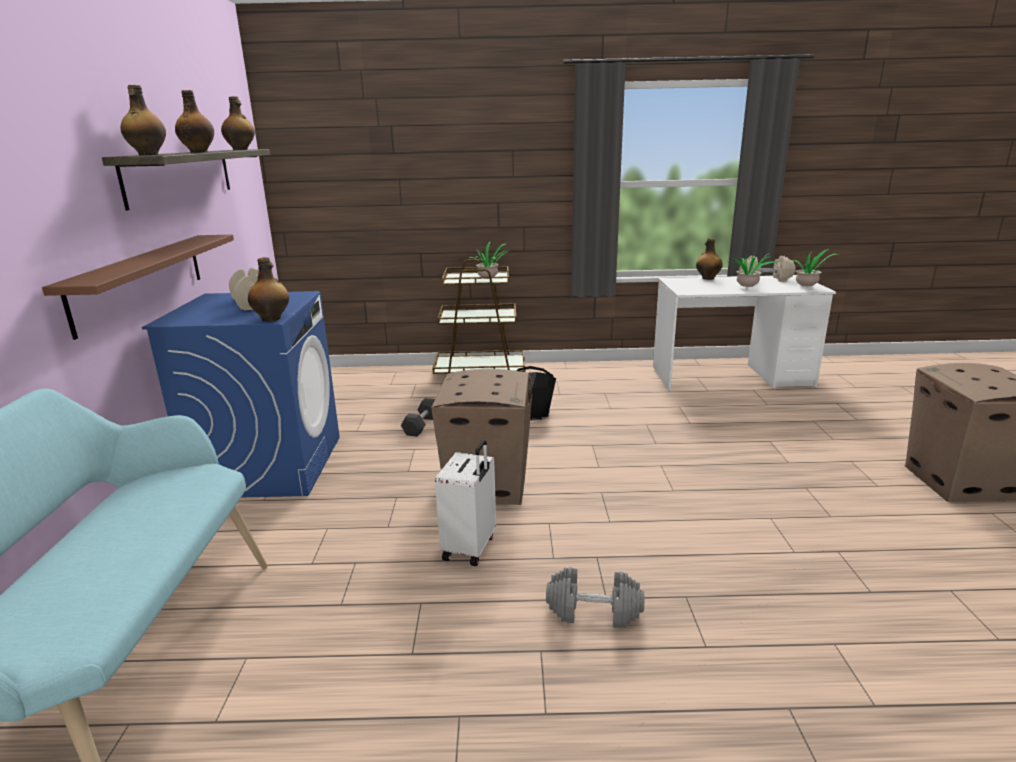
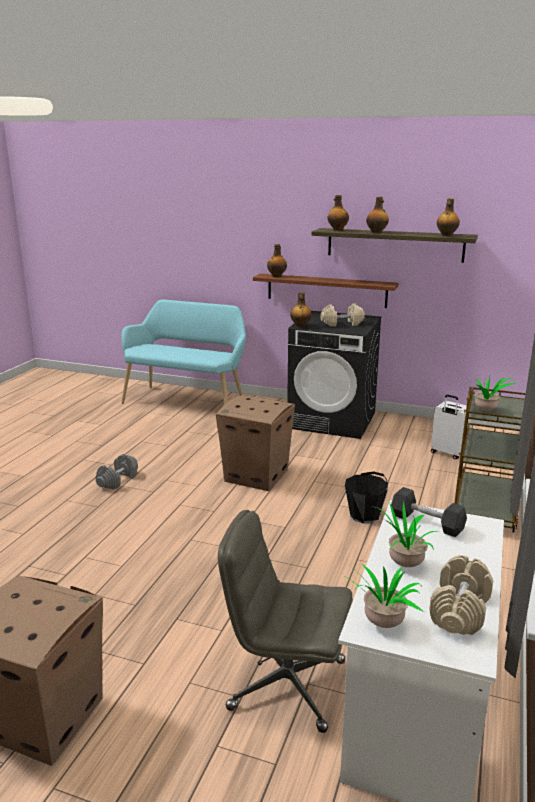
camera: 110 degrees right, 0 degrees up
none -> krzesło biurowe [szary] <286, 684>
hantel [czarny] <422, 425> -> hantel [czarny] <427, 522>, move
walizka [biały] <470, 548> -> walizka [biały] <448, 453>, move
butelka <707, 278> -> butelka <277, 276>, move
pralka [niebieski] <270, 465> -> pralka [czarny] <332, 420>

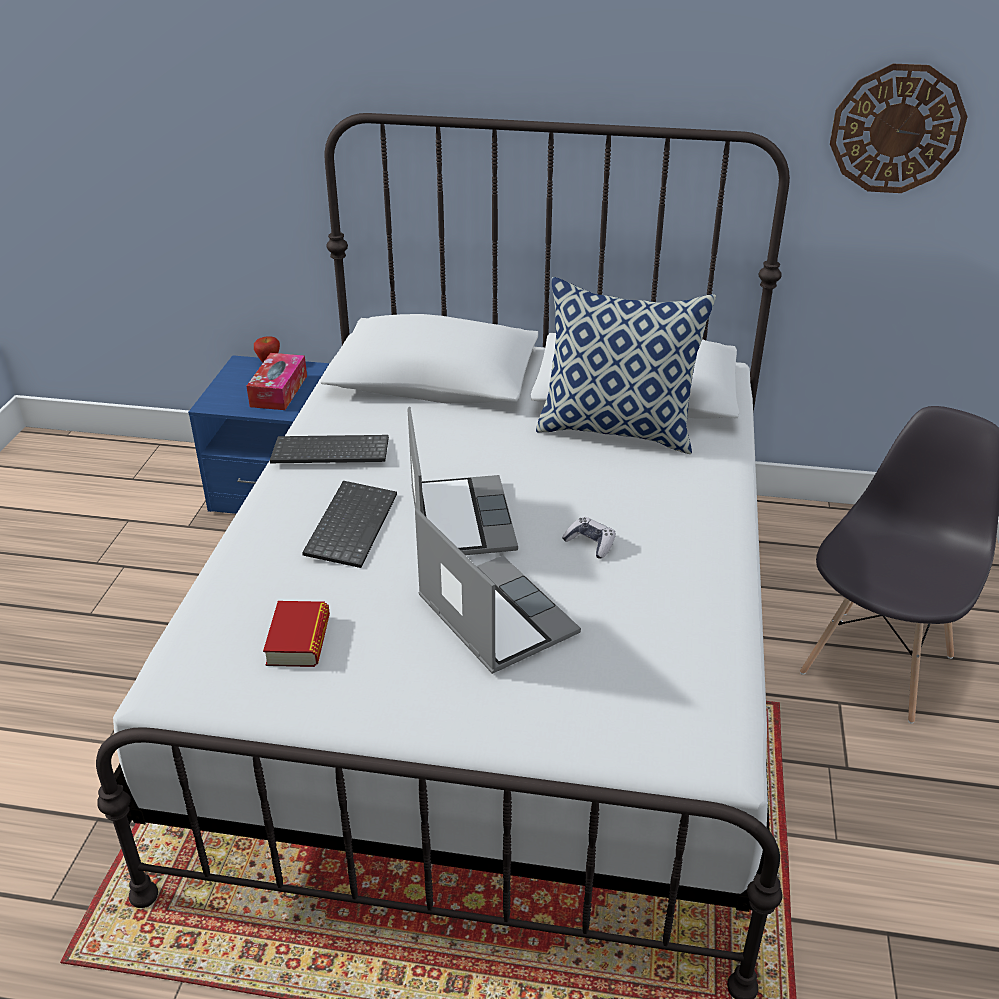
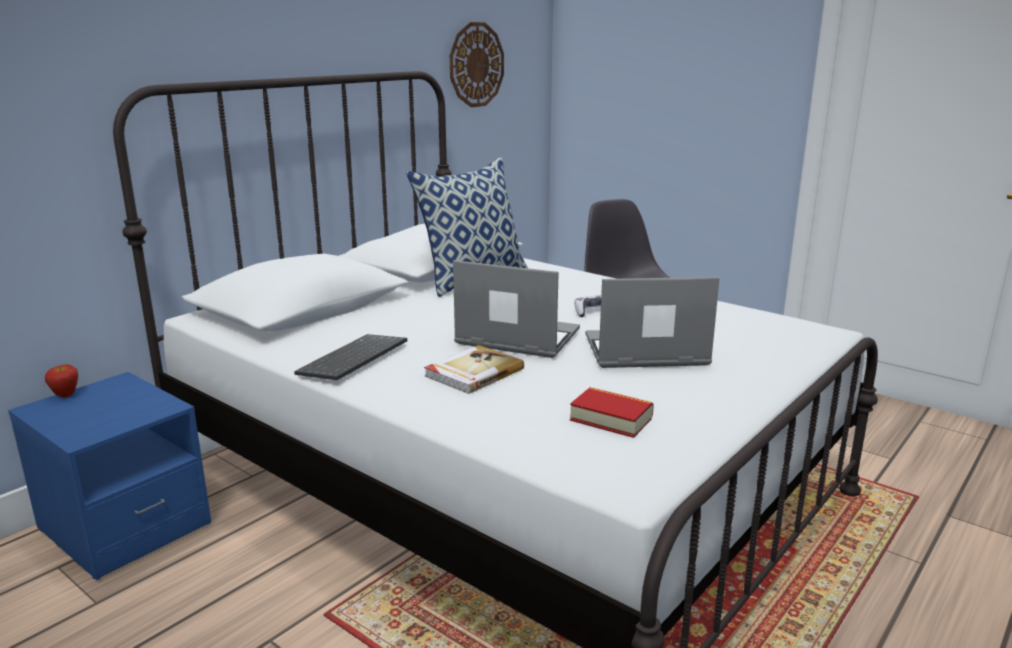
camera: 60 degrees left, 15 degrees down
pudełko chusteczek <279, 391> -> none
klawiatura <350, 524> -> książka <473, 372>

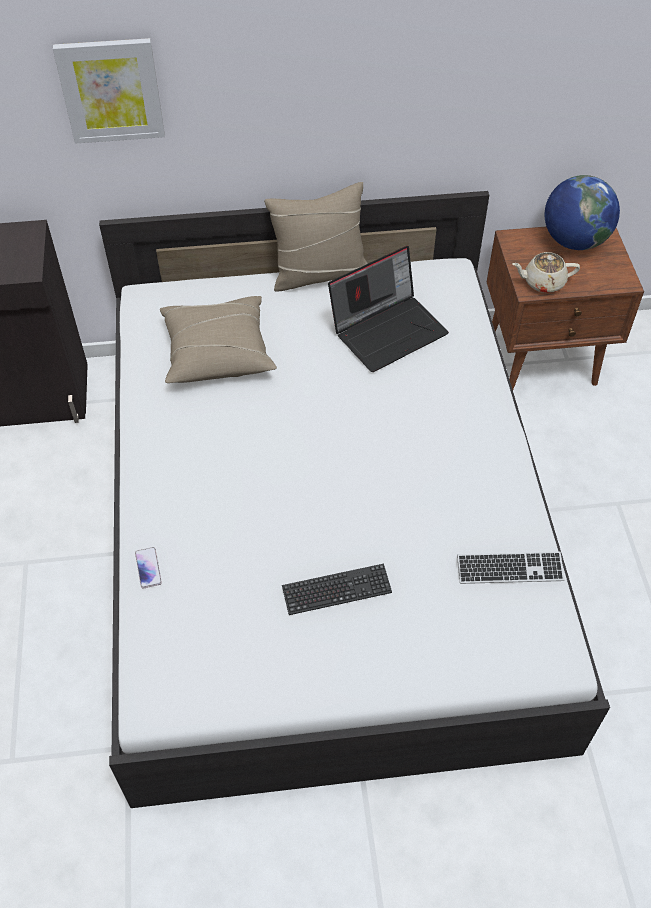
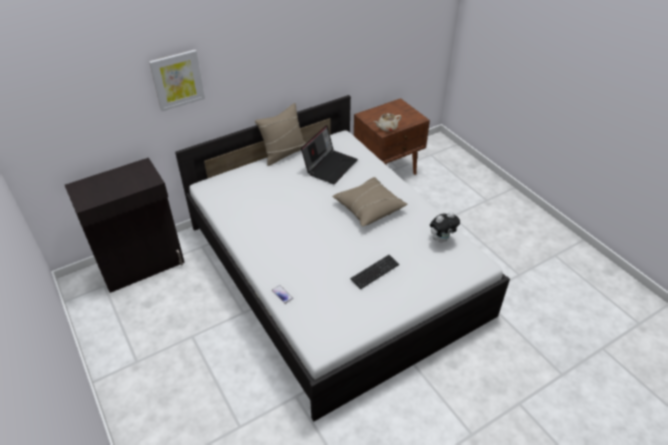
camera: 25 degrees left, 10 degrees down
globus <574, 240> -> none
poduszka [beżowy] <217, 352> -> poduszka [beżowy] <368, 208>, move
klawiatura <509, 569> -> pluszak <441, 239>

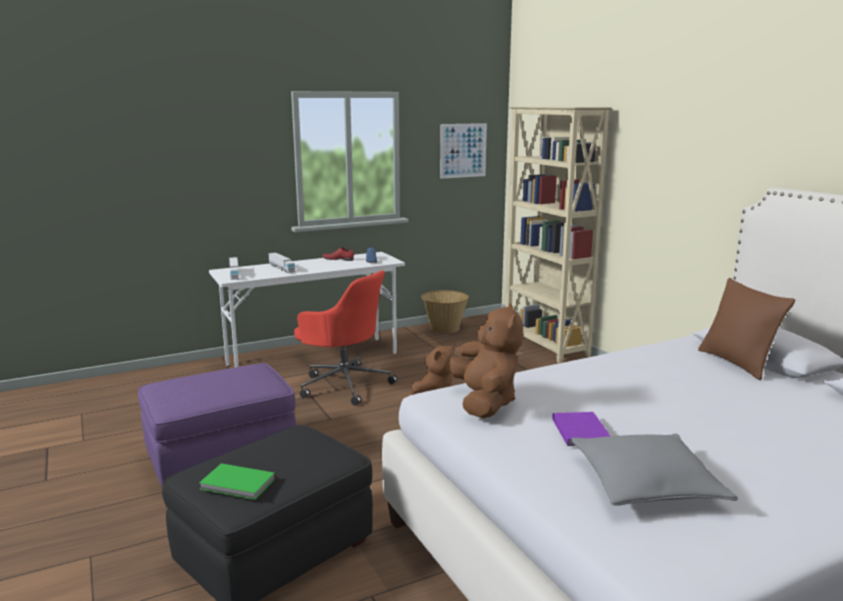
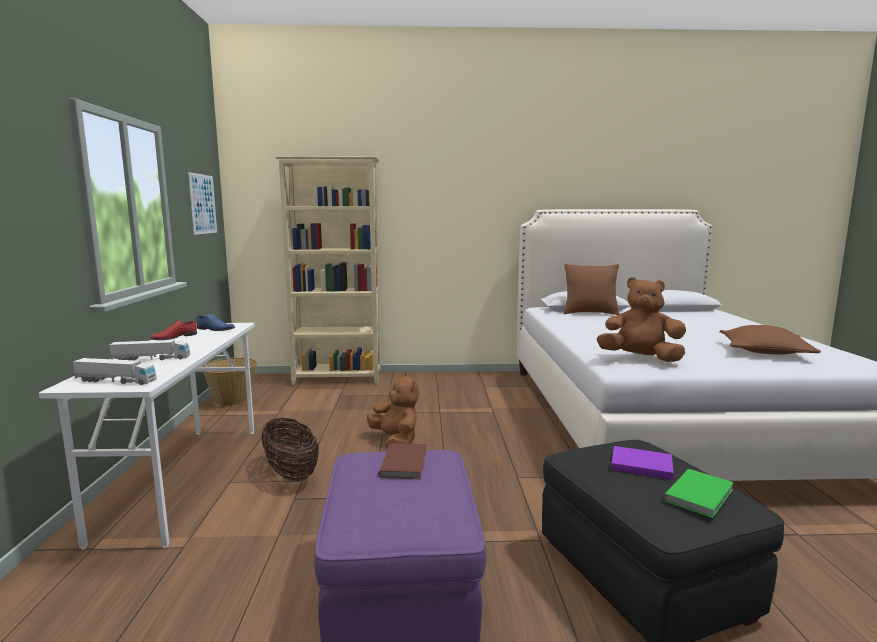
camera: 65 degrees left, 5 degrees down
none -> książka [brązowy] <405, 463>
książka [fioletowy] <581, 430> -> książka [fioletowy] <639, 464>, move
krzesło biurowe [czerwony] <344, 384> -> koszyk <291, 473>
poduszka [szary] <646, 483> -> poduszka [brązowy] <764, 352>

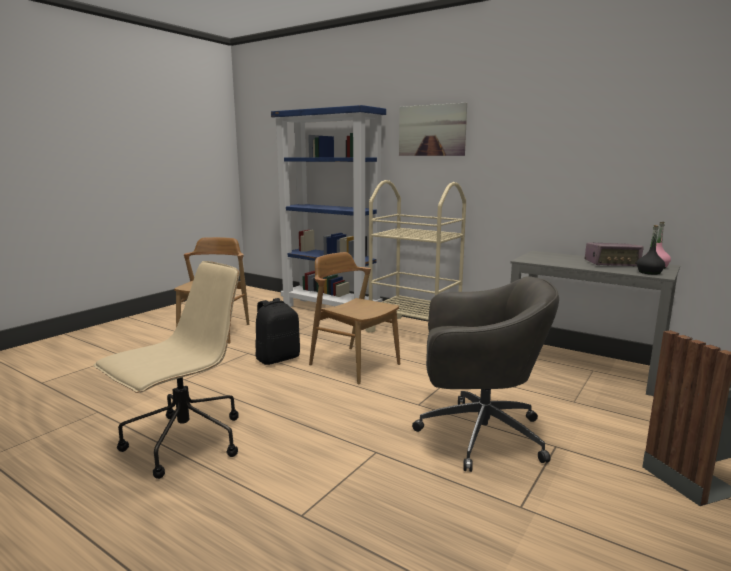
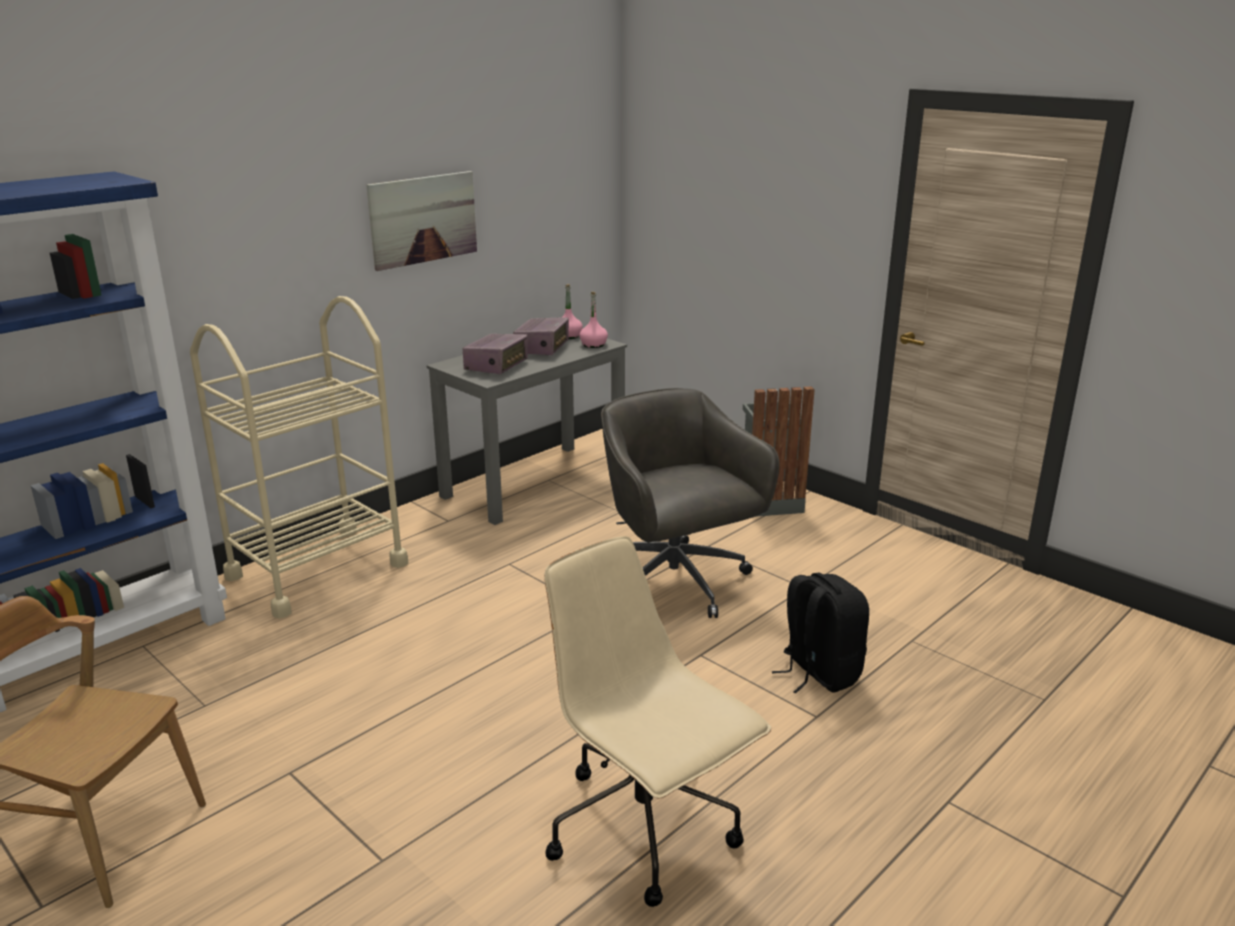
camera: 80 degrees left, 10 degrees up
krzesło [brązowy] <354, 364> -> none
none -> radio <497, 366>
plecak [czarny] <278, 358> -> plecak [czarny] <818, 672>, move
obraz <432, 130> -> obraz <423, 219>, move
butelka [czarny] <649, 272> -> butelka [różowy] <593, 345>
krzesło biurowe [szary] <477, 434> -> krzesło biurowe [szary] <676, 583>, 45 degrees counterclockwise

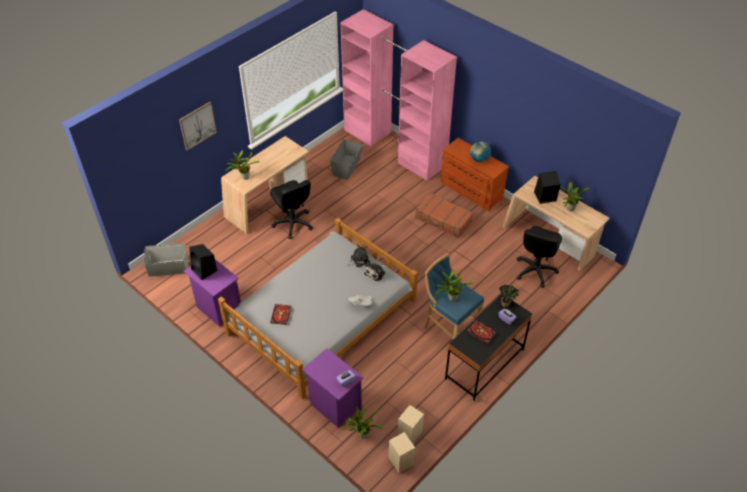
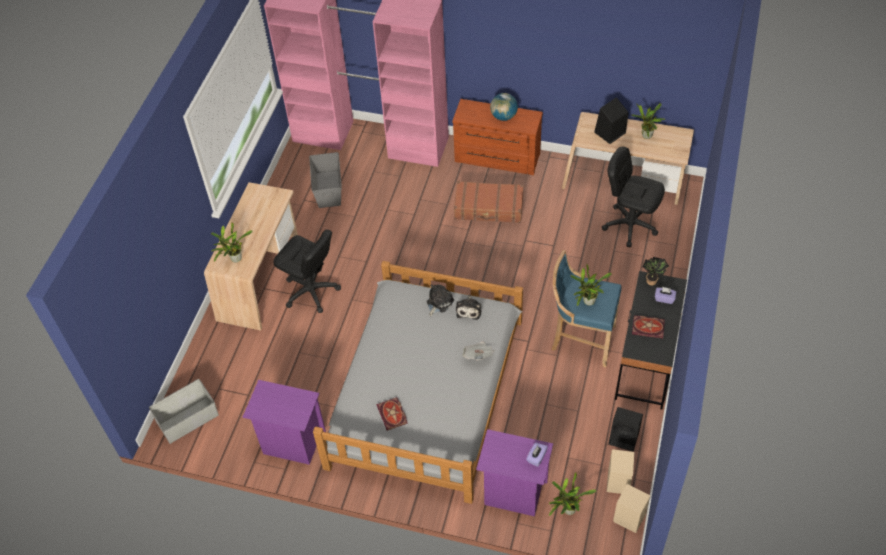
camera: 25 degrees left, 5 degrees up
obraz <197, 125> -> none
głośnik [czarny] <204, 270> -> głośnik [czarny] <625, 437>, move
krzesło biurowe [czarny] <535, 270> -> krzesło biurowe [czarny] <630, 225>, 120 degrees clockwise

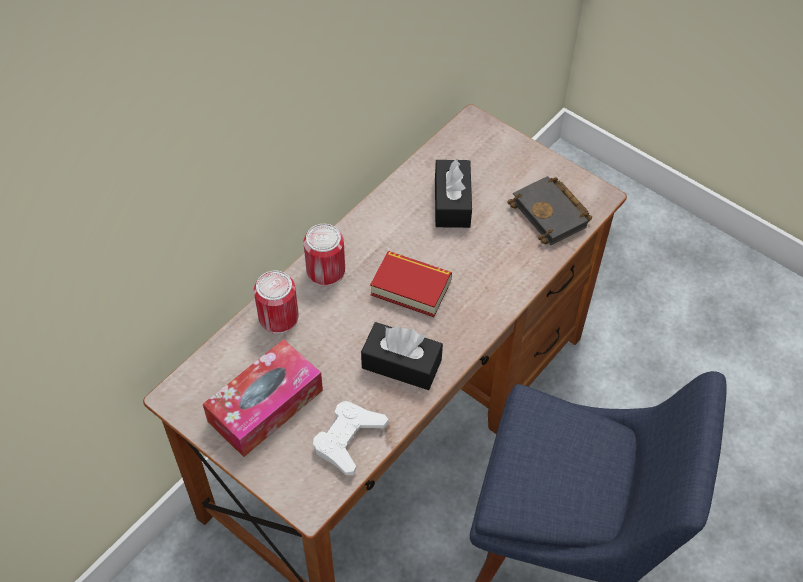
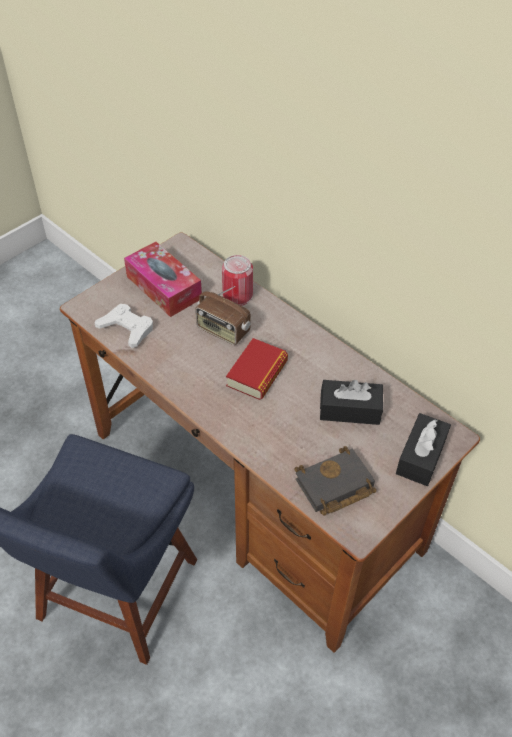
camera: 95 degrees right, 5 degrees down
puszka <326, 271> -> none
none -> radio <222, 331>
pudełko chusteczek [czarny] <401, 364> -> pudełko chusteczek [czarny] <421, 456>, move

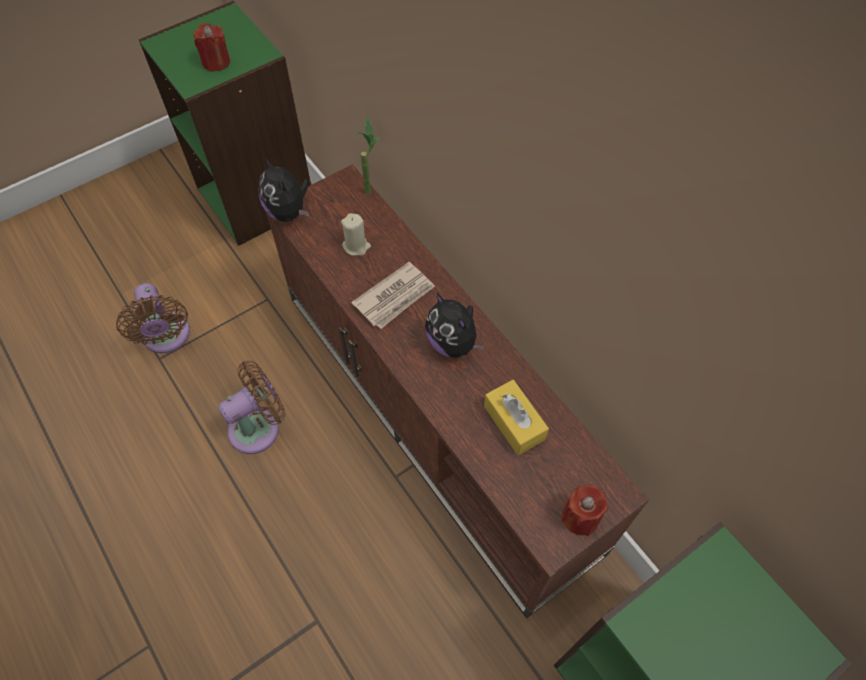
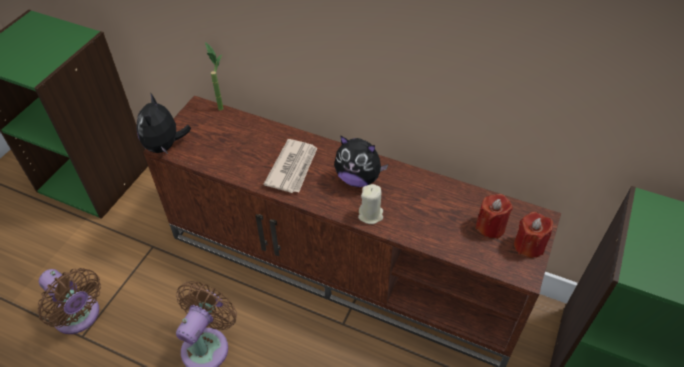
camera: 30 degrees left, 10 degrees down
pudełko chusteczek [żółty] <514, 422> -> none
świeca [czerwony] <216, 62> -> świeca [czerwony] <490, 227>, move
świeca [beżowy] <356, 246> -> świeca [beżowy] <370, 215>, move
pluszak <288, 212> -> pluszak <165, 146>, 60 degrees clockwise

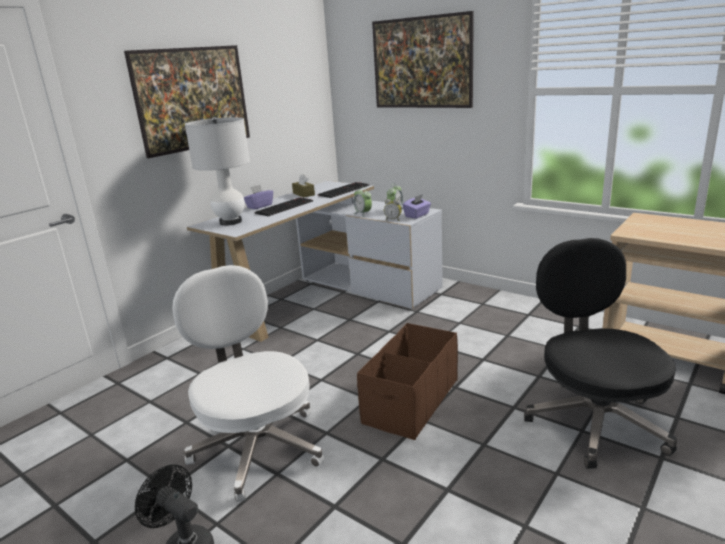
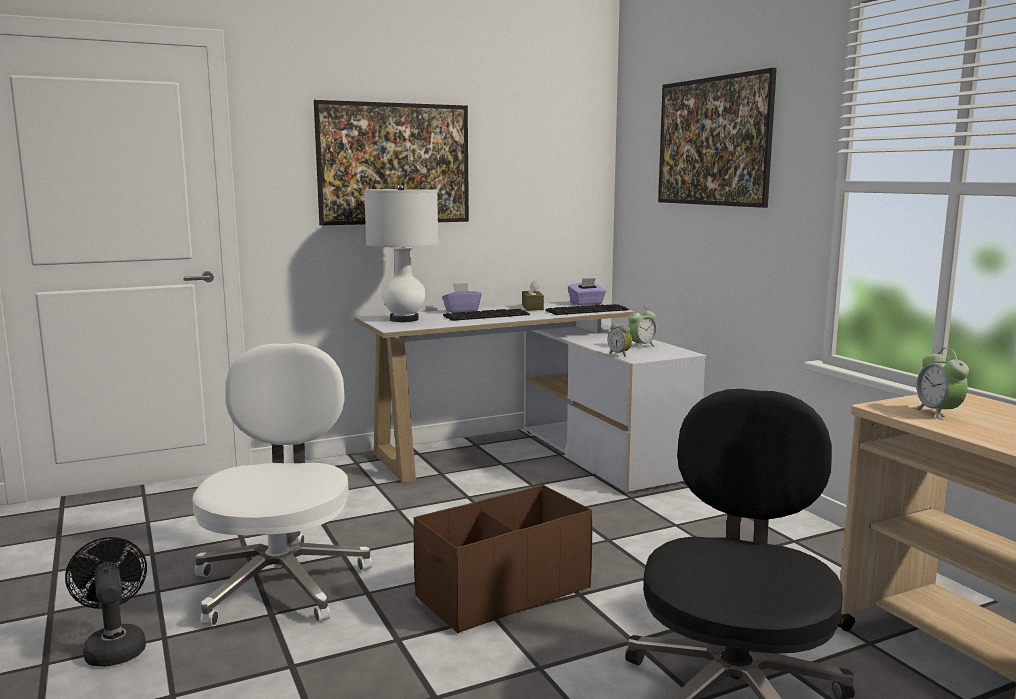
camera: 25 degrees right, 10 degrees down
budzik <363, 214> -> budzik <938, 413>, move
pudełko chusteczek [fioletowy] <417, 215> -> pudełko chusteczek [fioletowy] <586, 304>, move

